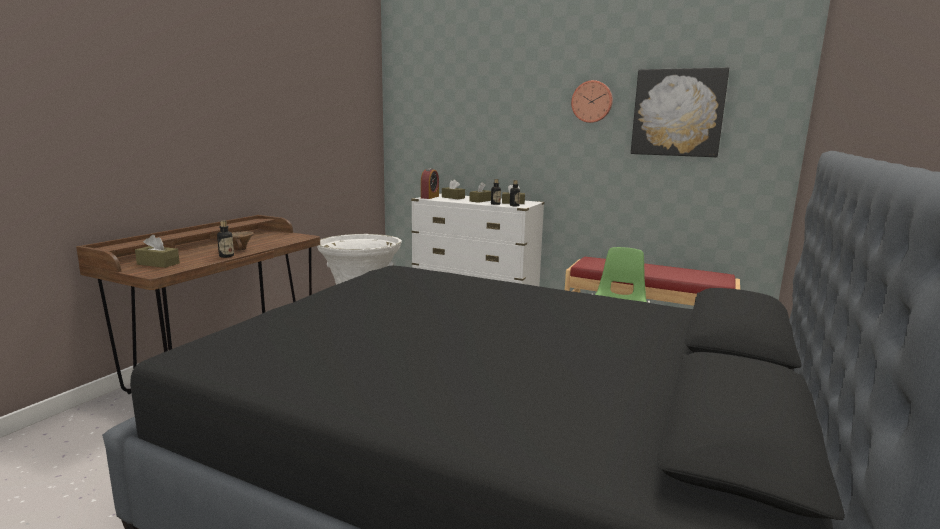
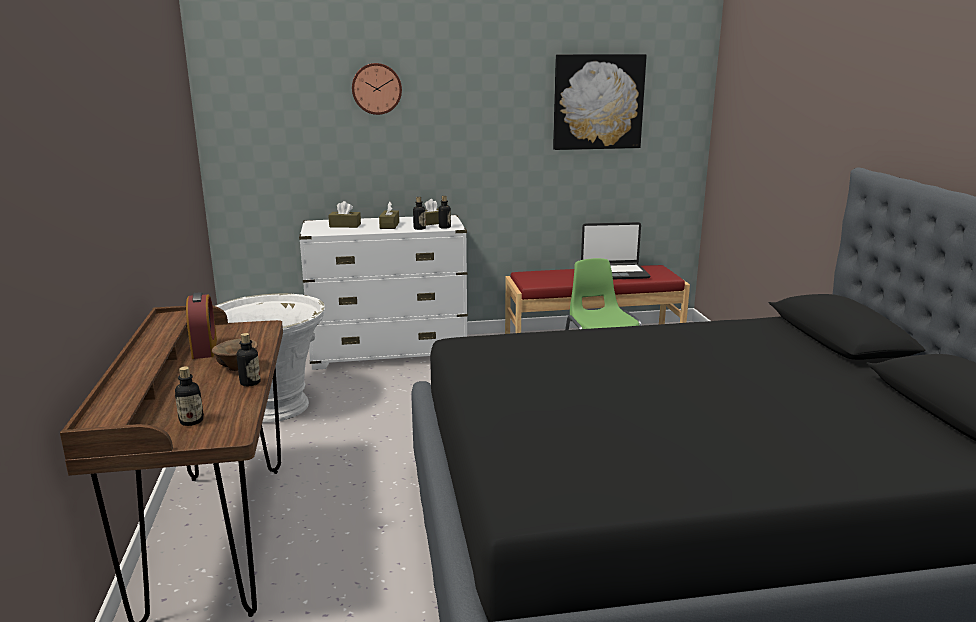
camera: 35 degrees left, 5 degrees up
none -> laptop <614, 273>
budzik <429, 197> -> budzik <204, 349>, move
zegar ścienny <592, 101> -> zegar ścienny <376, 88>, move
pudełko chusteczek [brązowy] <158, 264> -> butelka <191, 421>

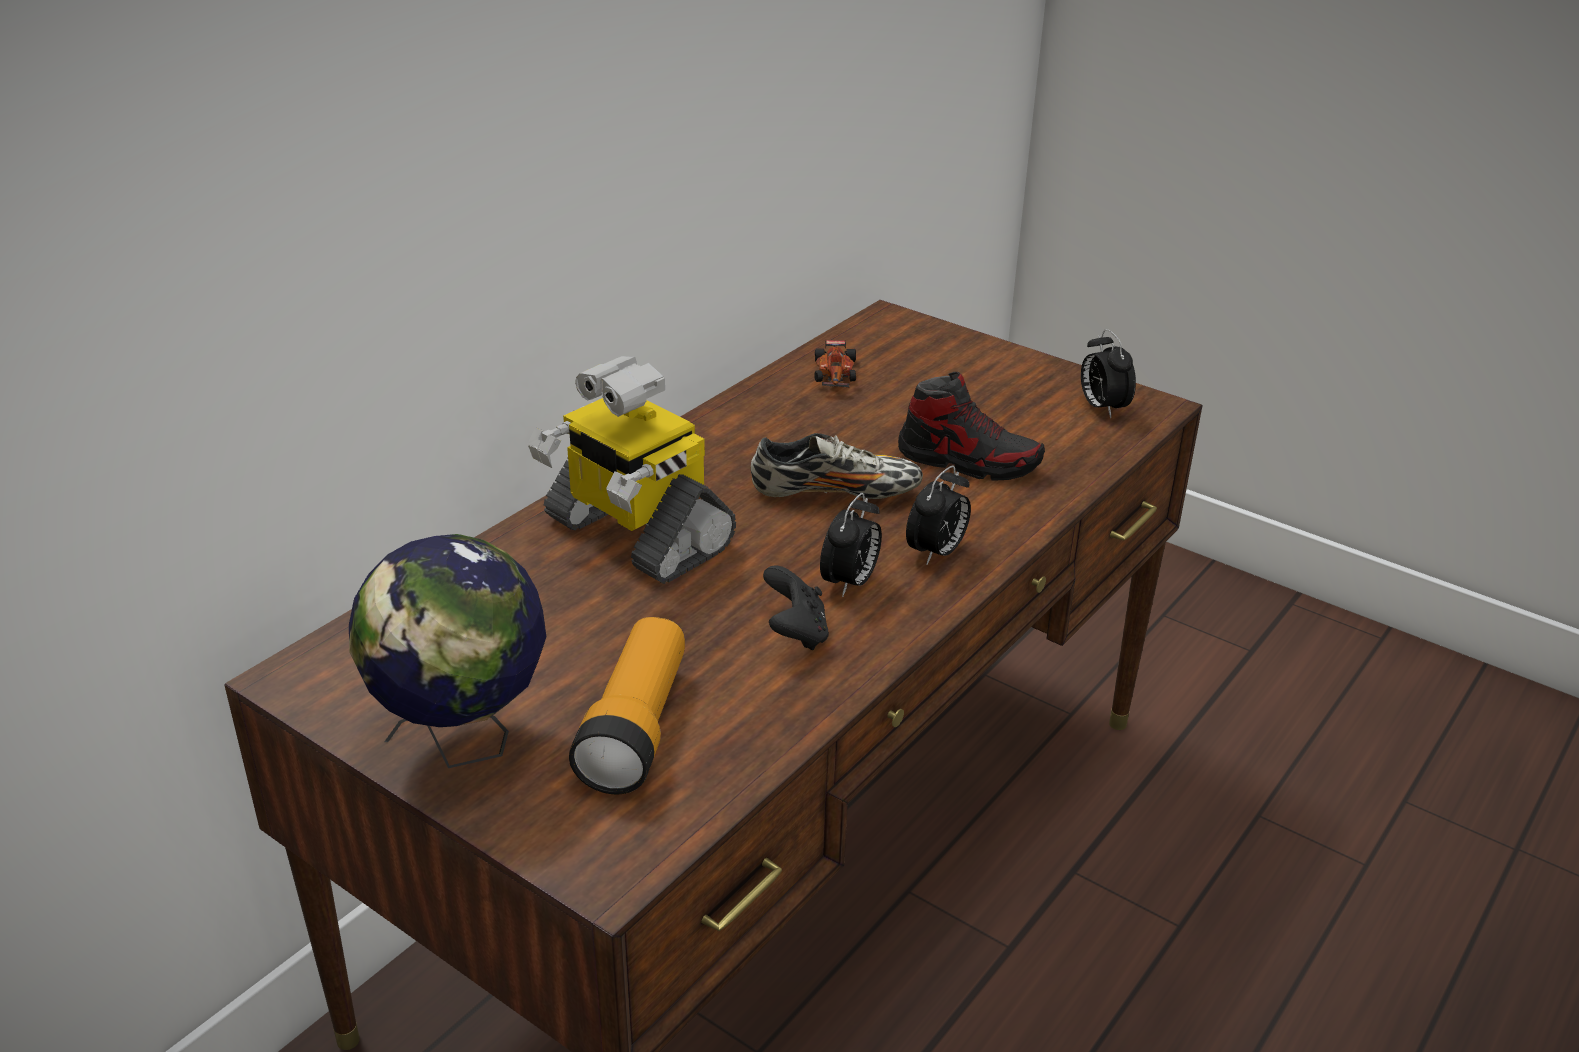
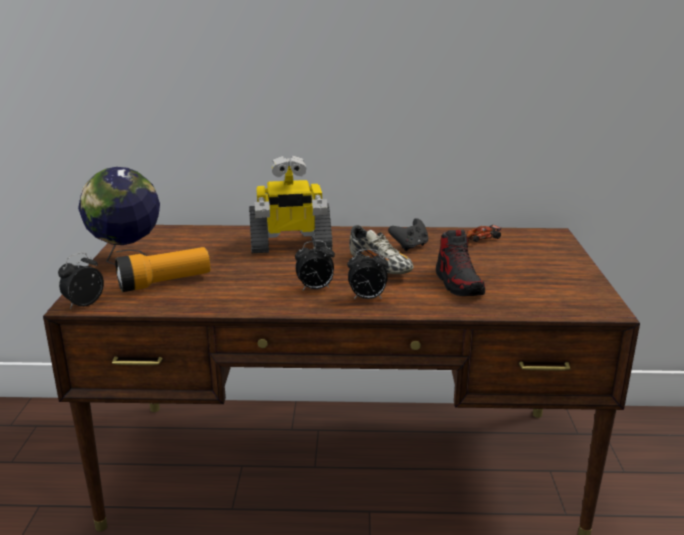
camera: 55 degrees right, 10 degrees down
pad do gier [czarny] <795, 633> -> pad do gier [czarny] <410, 246>, move
budzik <1102, 407> -> budzik <84, 304>, move
robot zabawkowy <635, 534> -> robot zabawkowy <290, 245>, 105 degrees counterclockwise

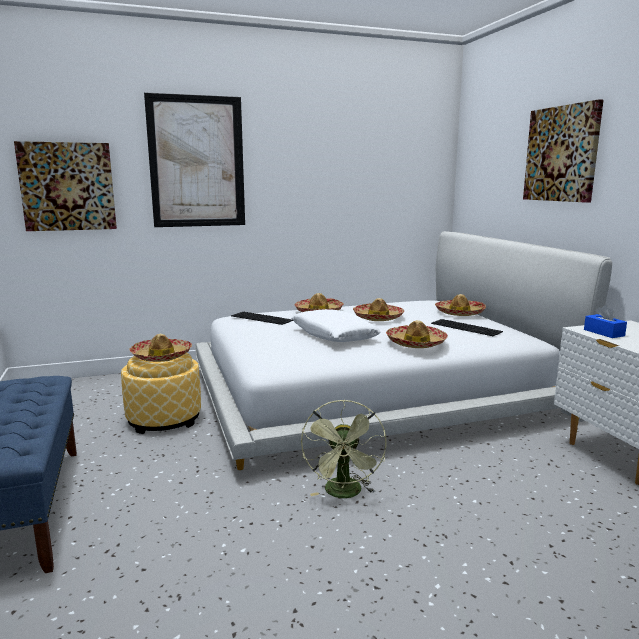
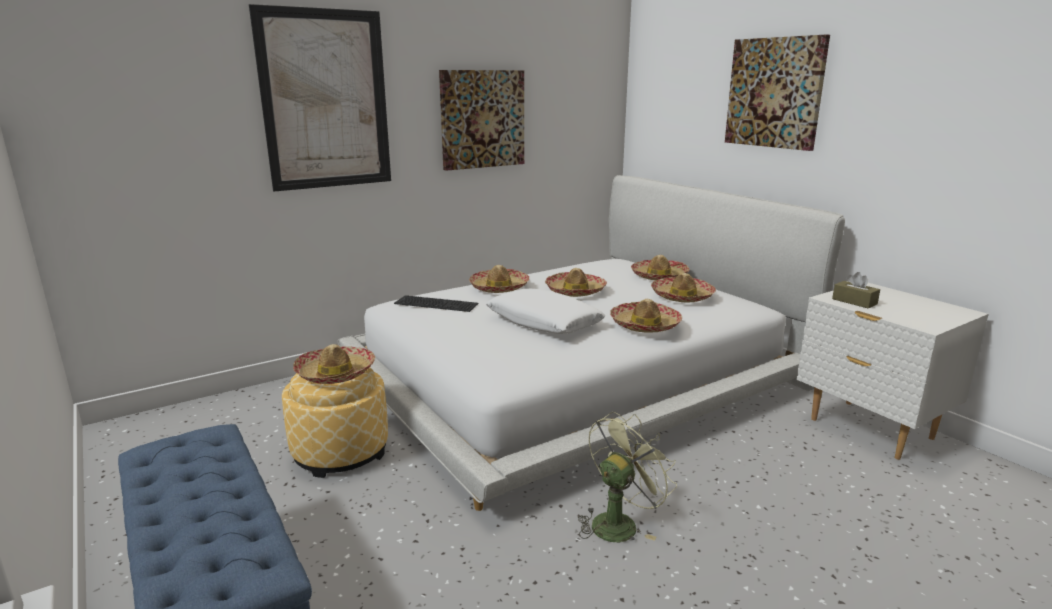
camera: 15 degrees left, 5 degrees up
obraz <68, 186> -> obraz <482, 119>, move
klawiatura <467, 327> -> kapelusz <682, 297>
pudełko chusteczek [niebieski] <603, 333> -> pudełko chusteczek [brązowy] <854, 301>
wentylator [zielony] <344, 494> -> wentylator [zielony] <619, 522>, 120 degrees counterclockwise

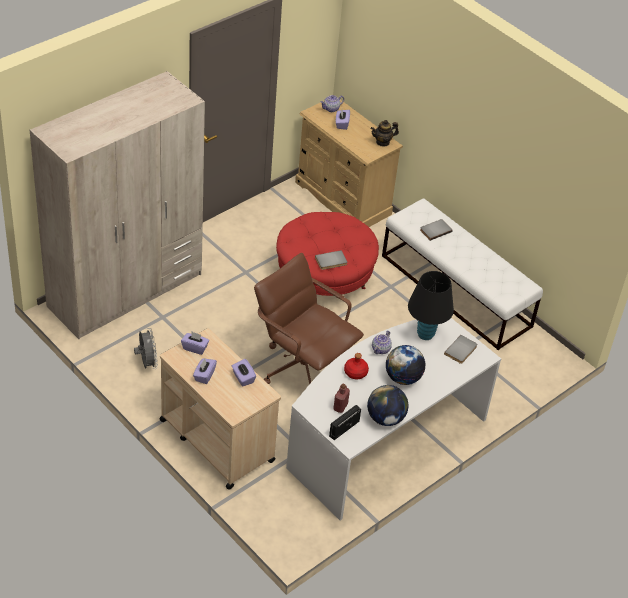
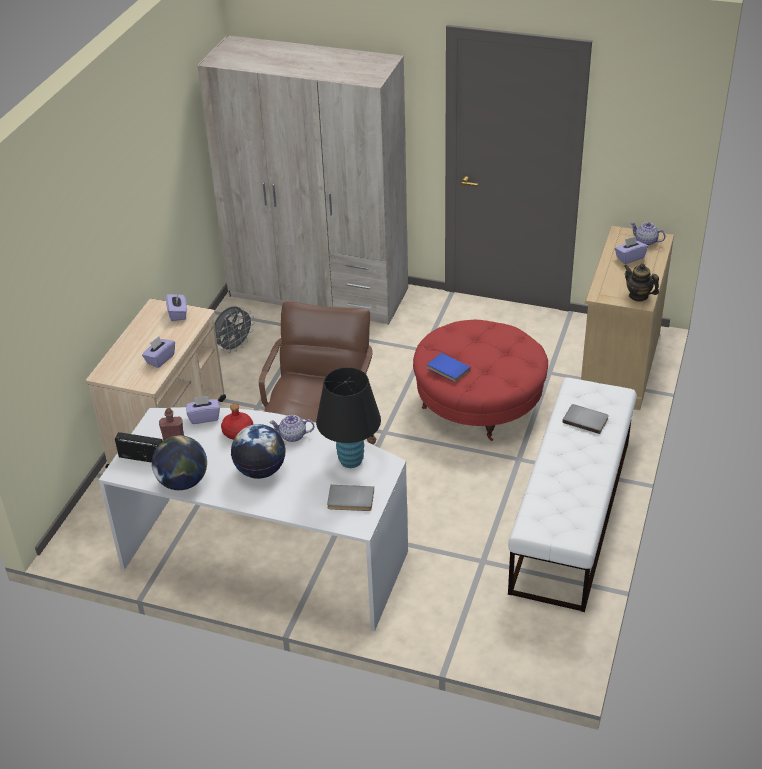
camera: 65 degrees right, 5 degrees down
pudełko chusteczek [fioletowy] <204, 375> -> pudełko chusteczek [fioletowy] <204, 417>, move
książka [szary] <331, 261> -> książka [niebieski] <447, 369>

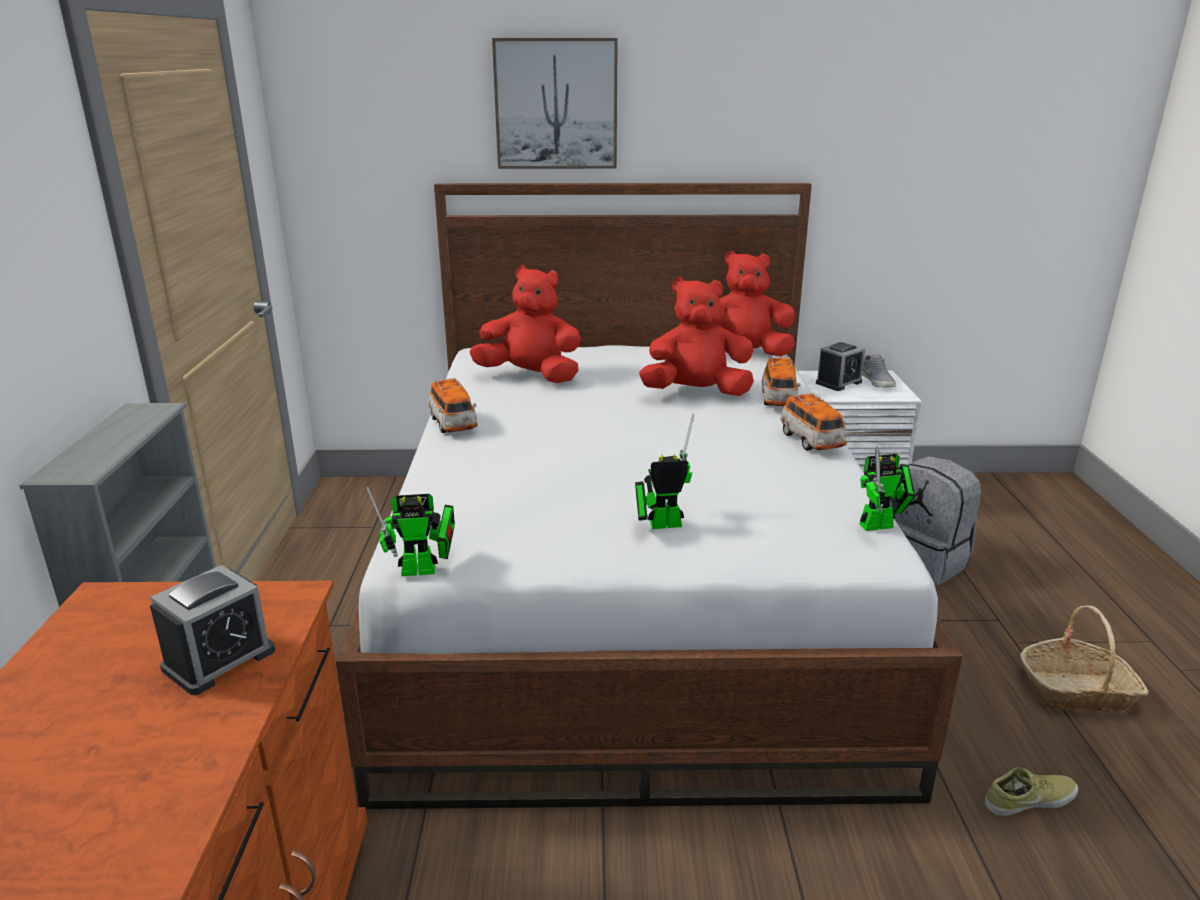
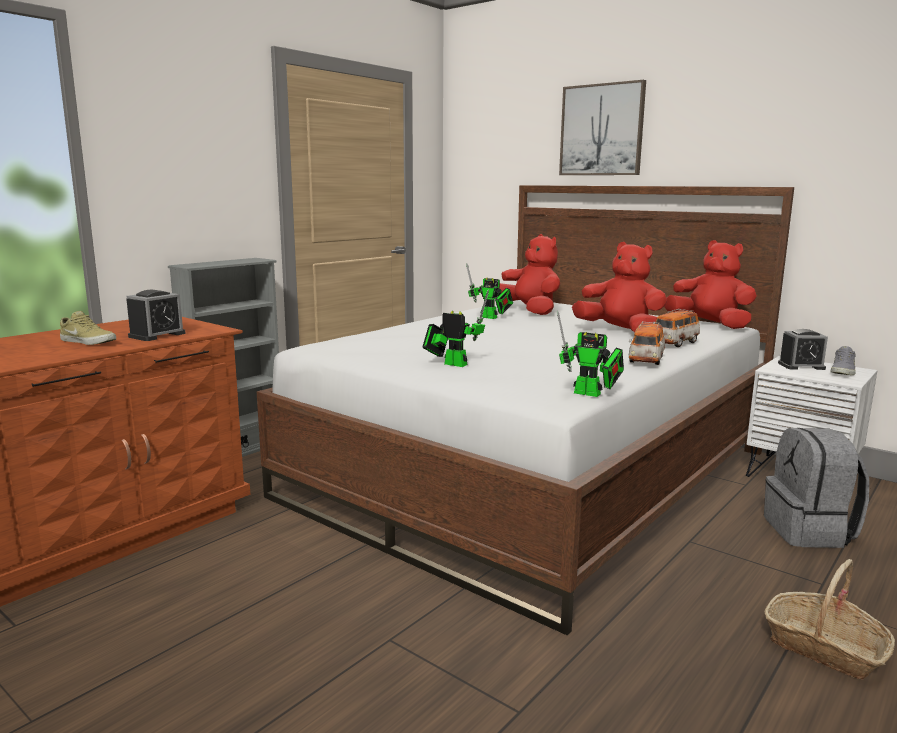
camera: 40 degrees right, 10 degrees down
samochodzik <453, 424> -> none
robot zabawkowy <424, 570> -> robot zabawkowy <491, 318>, move
but [beżowy] <1028, 798> -> but [beżowy] <90, 342>, move
budzik <219, 660> -> budzik <157, 335>, 45 degrees counterclockwise

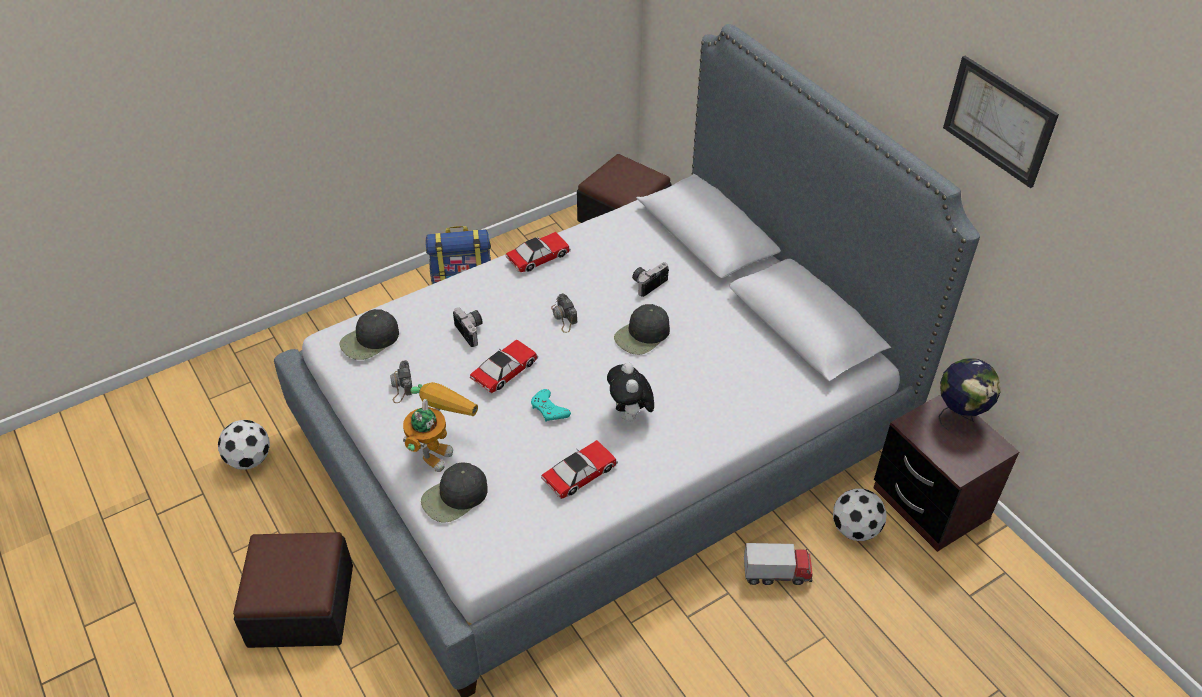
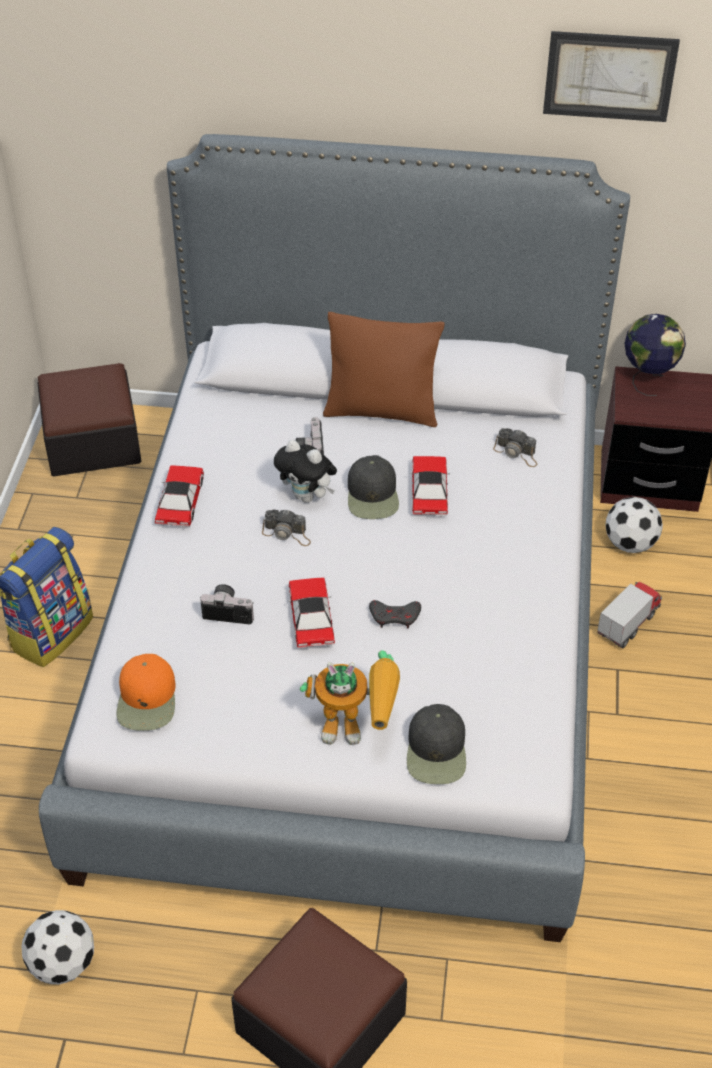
camera: 50 degrees left, 0 degrees up
none -> poduszka [brązowy] <381, 411>
aparat fotograficzny <401, 386> -> aparat fotograficzny <516, 453>, move
samochodzik <580, 474> -> samochodzik <429, 492>, move
pluszak <630, 415> -> pluszak <307, 497>, move
czapka z daszkiem [czarny] <370, 340> -> czapka z daszkiem [pomarańczowy] <147, 699>
pad do gier [turkusowy] <549, 409> -> pad do gier [szary] <395, 616>
robot zabawkowy <438, 447> -> robot zabawkowy <358, 727>, 120 degrees clockwise

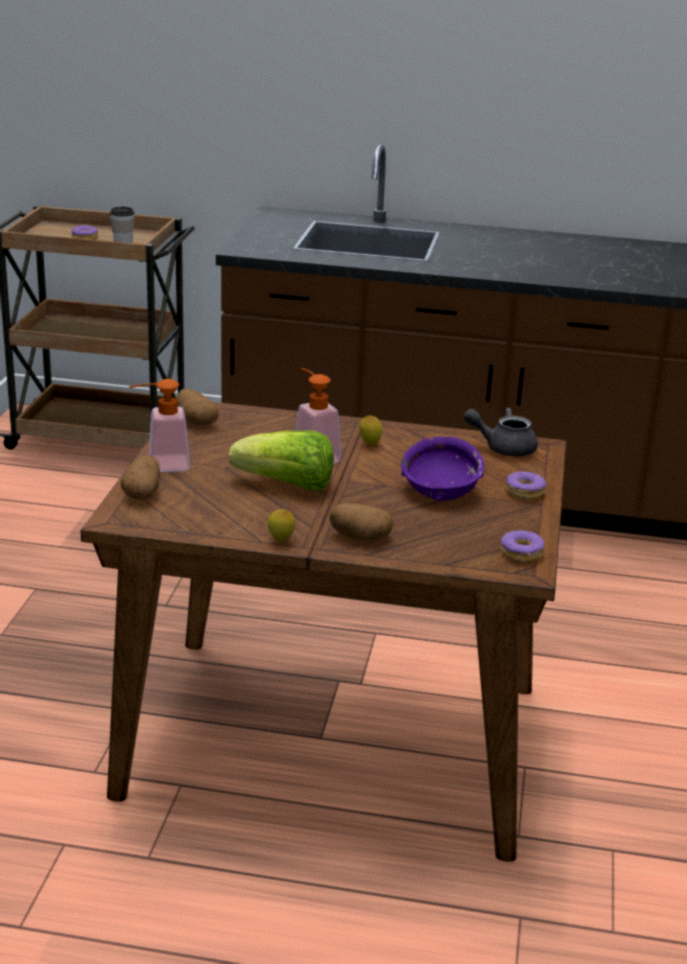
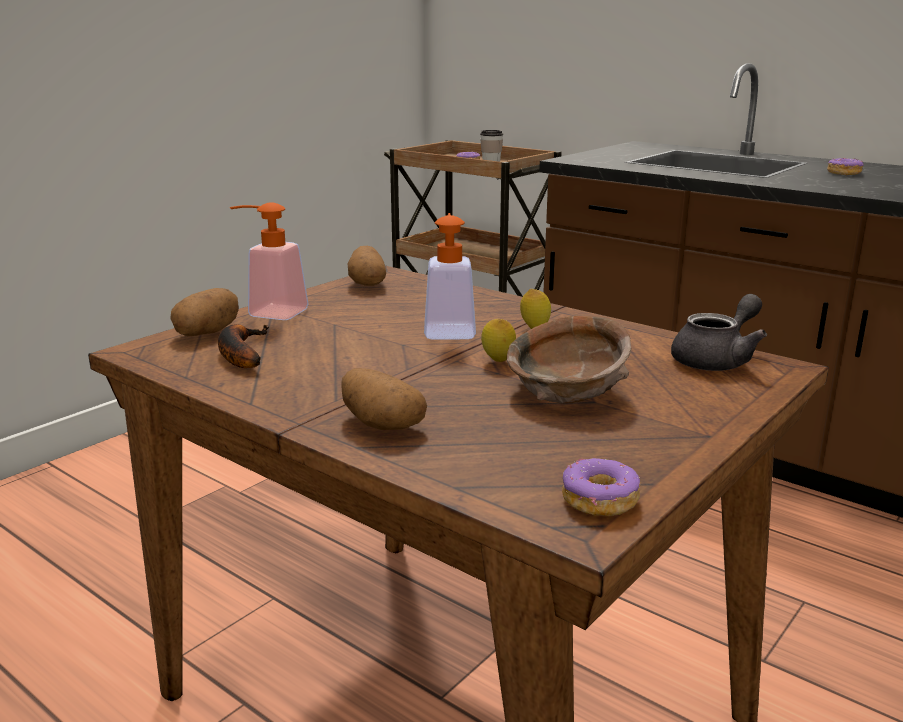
camera: 30 degrees right, 5 degrees down
sałata <287, 485> -> none
none -> banan <239, 353>
cytryna <281, 541> -> cytryna <498, 362>, move
donut <524, 492> -> donut <843, 173>, move
miska [fioletowy] <440, 490> -> miska [brązowy] <567, 391>
imbryk [szary] <503, 448> -> imbryk [szary] <717, 360>, 105 degrees clockwise

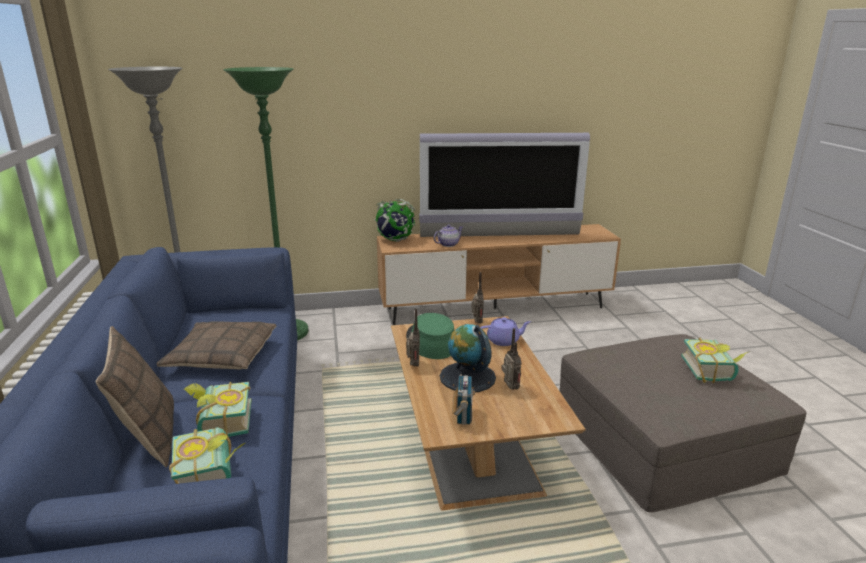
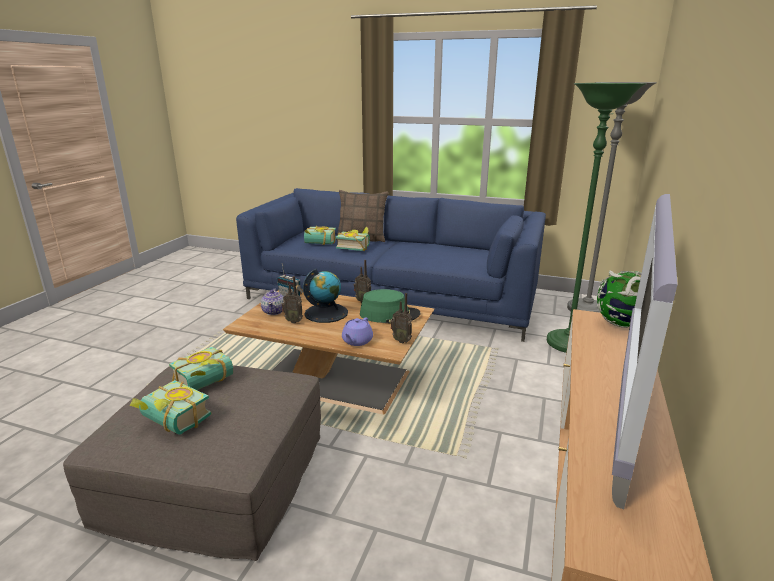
camera: 120 degrees right, 0 degrees up
poduszka <221, 356> -> none
none -> książka <206, 383>
imbryk <448, 244> -> imbryk <274, 311>, move

